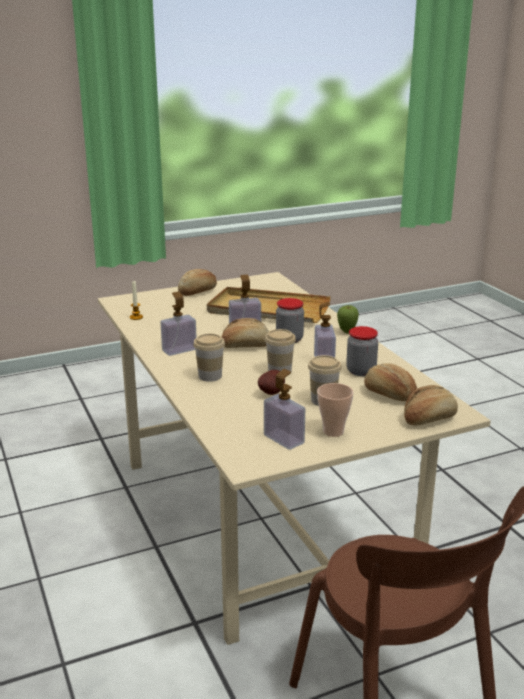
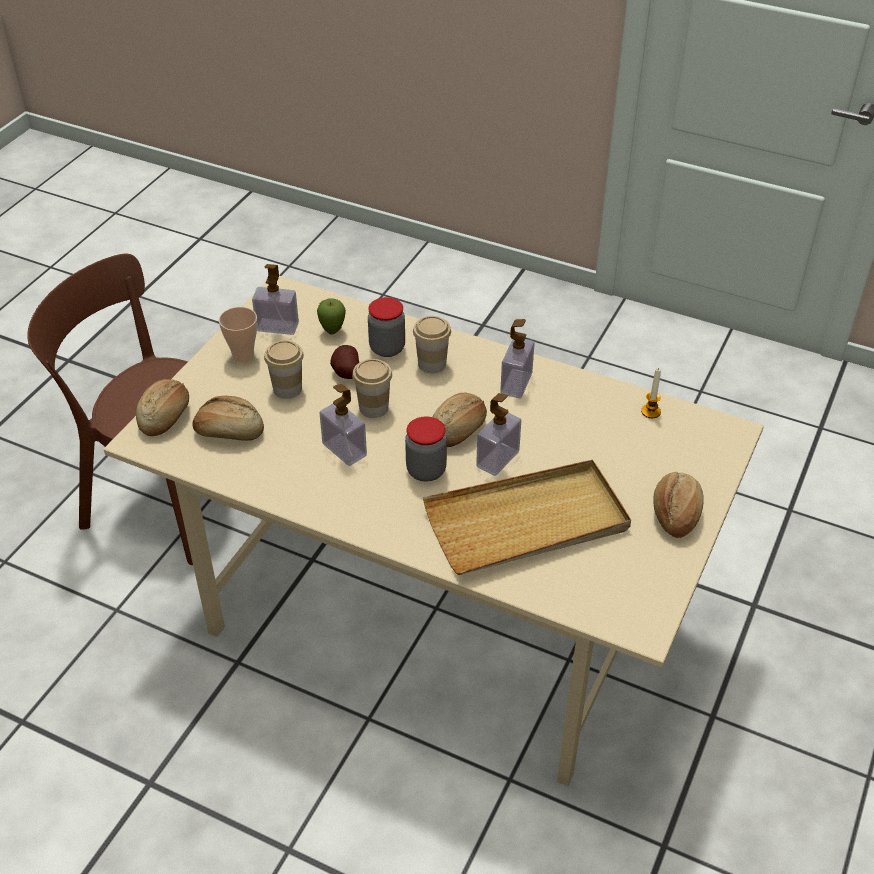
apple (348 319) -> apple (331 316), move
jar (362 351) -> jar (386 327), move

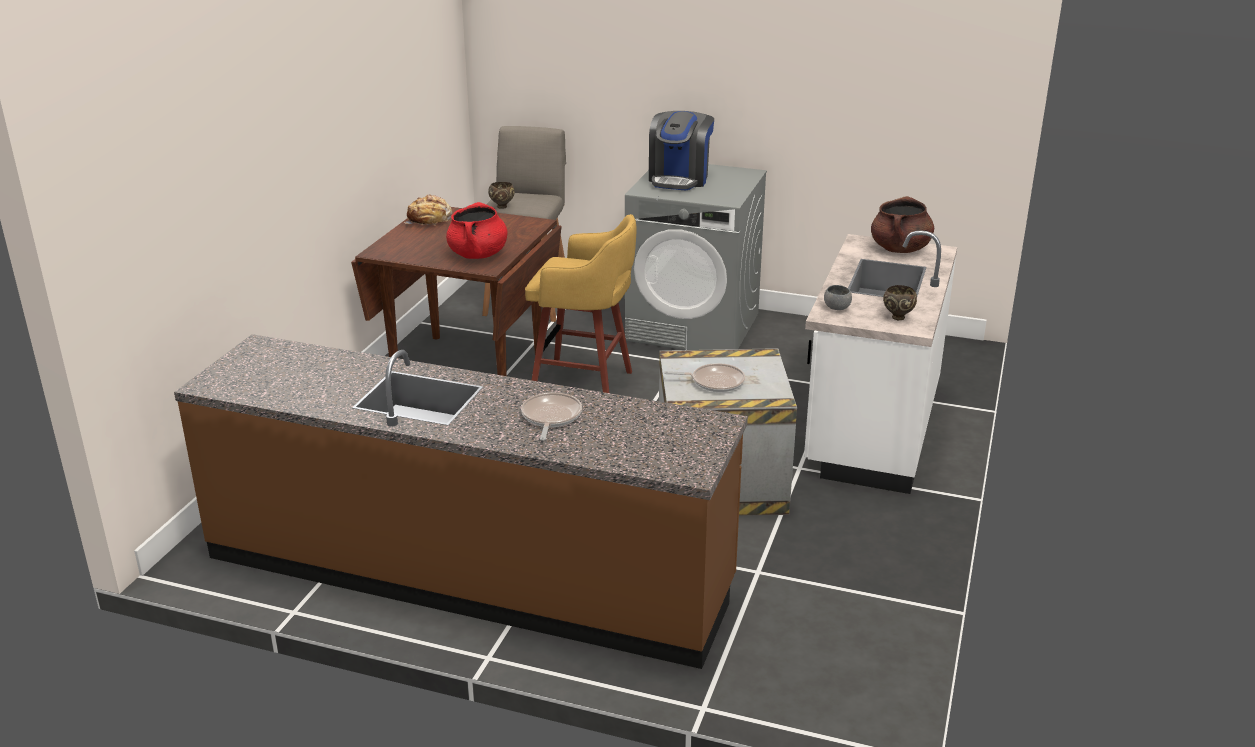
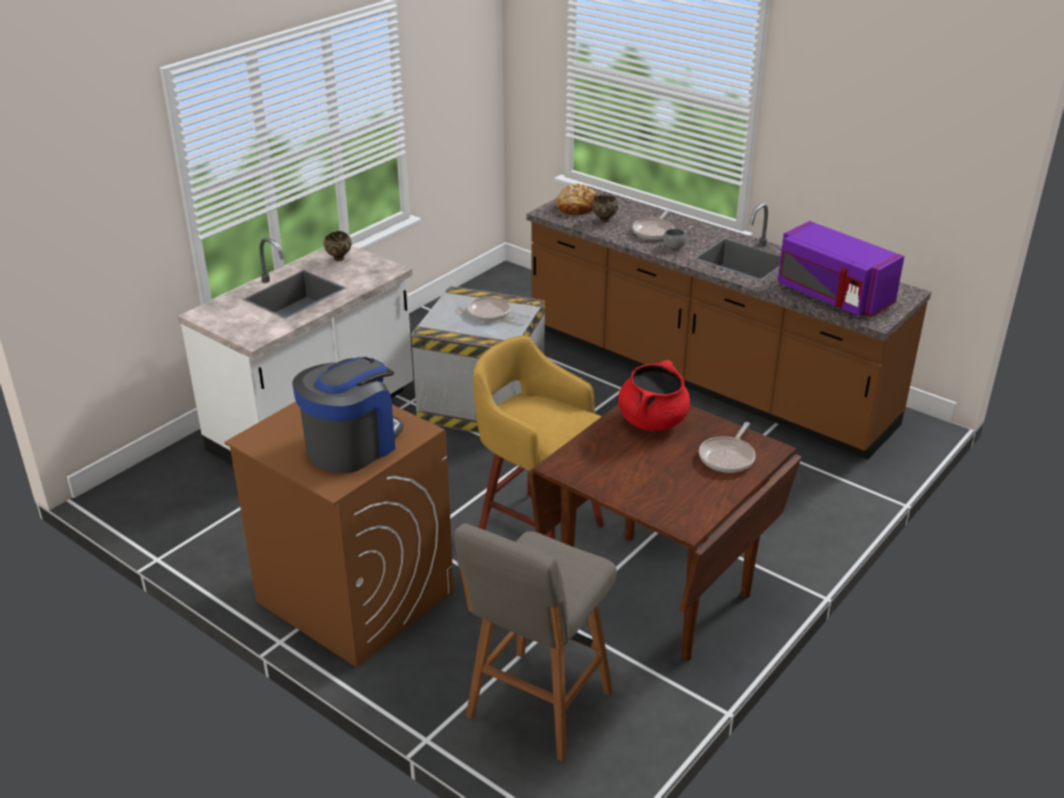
washing machine (grey) (696 257) -> washing machine (brown) (339 534)
bowl (brown) (501 195) -> bowl (brown) (605 209), move
bread (428 210) -> bread (576 199), move
cooking pot (brown) (902 224) -> none
bowl (grey) (838 297) -> bowl (grey) (674 239), move
none -> microwave (purple) (841 269)
none -> frying pan (727 447)

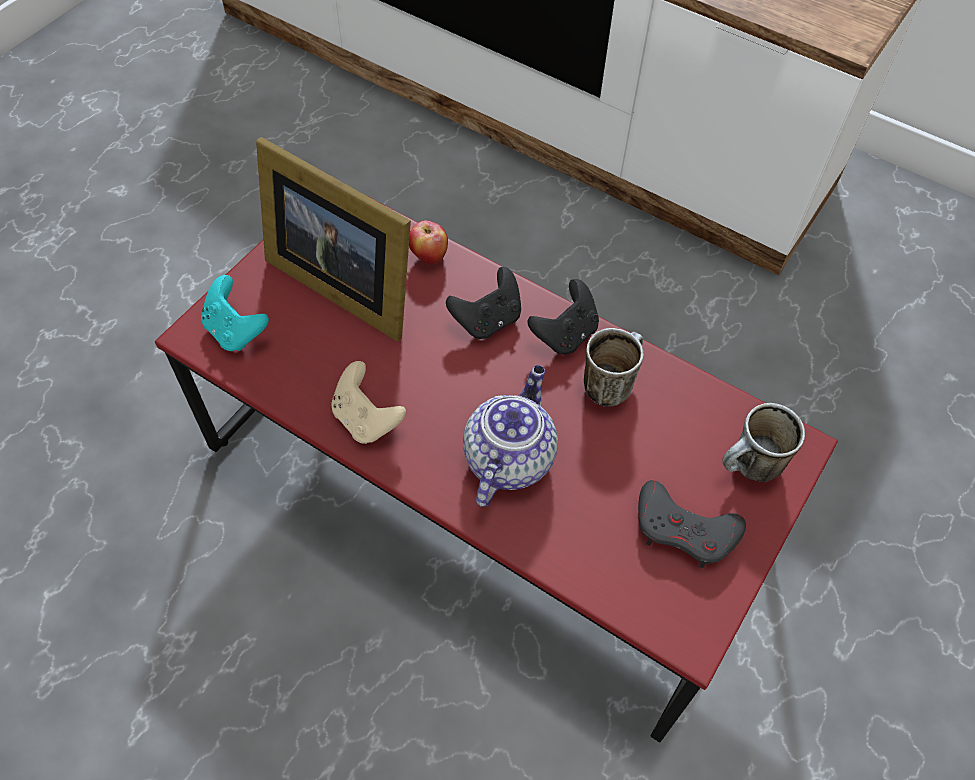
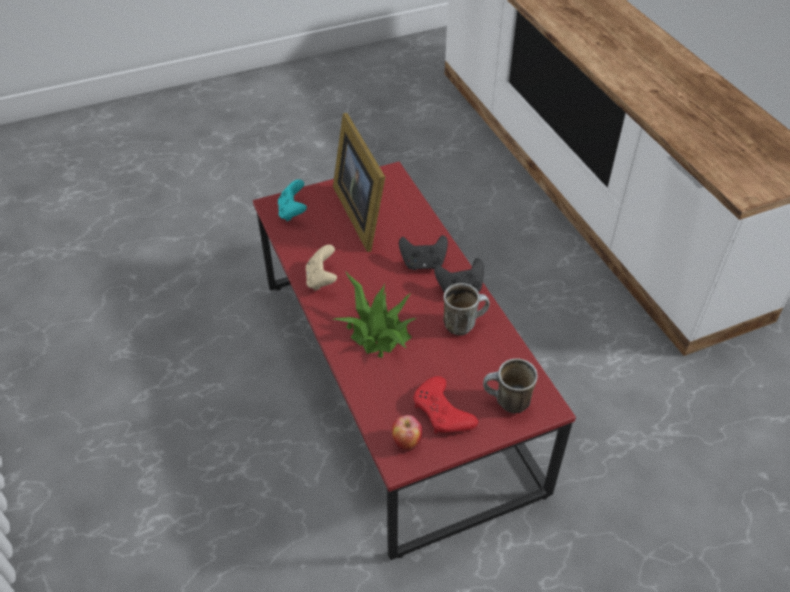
apple (428 242) -> apple (407 432), move
teapot (510 436) -> potted plant (374 315)
game controller (grey) (692 524) -> game controller (red) (446 405)

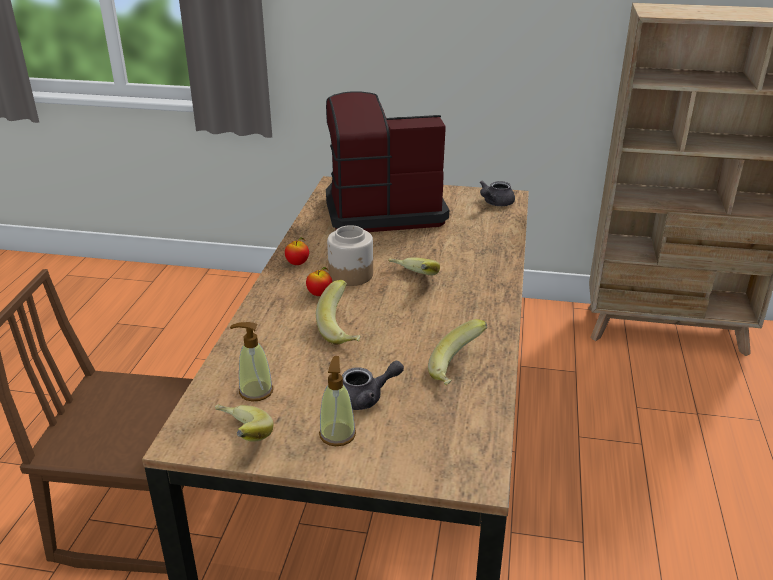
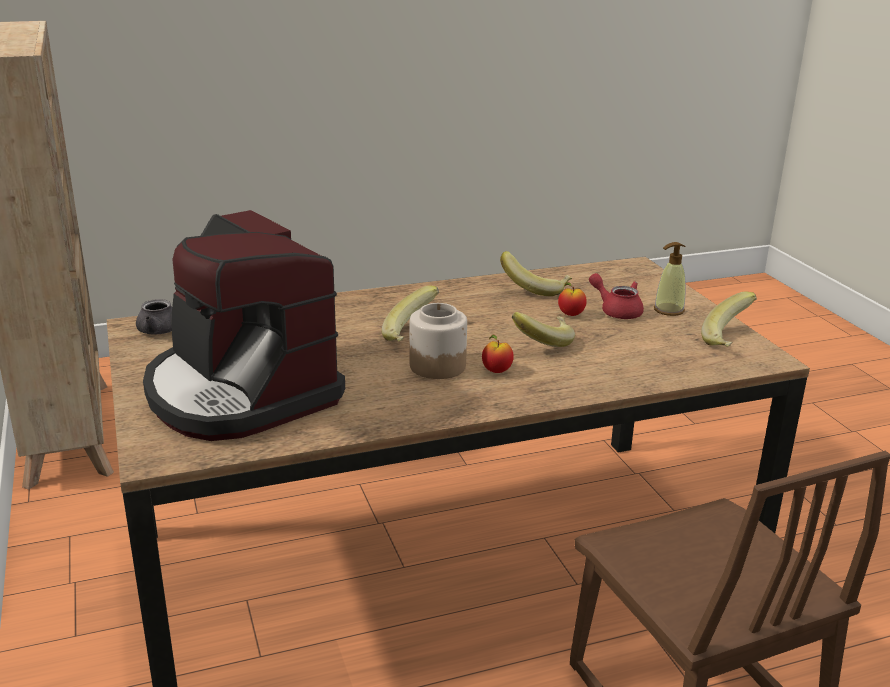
apple (297 251) -> apple (572 299), move
soap dispenser (251 361) -> none
teapot (grey) (373 385) -> teapot (red) (616 296)

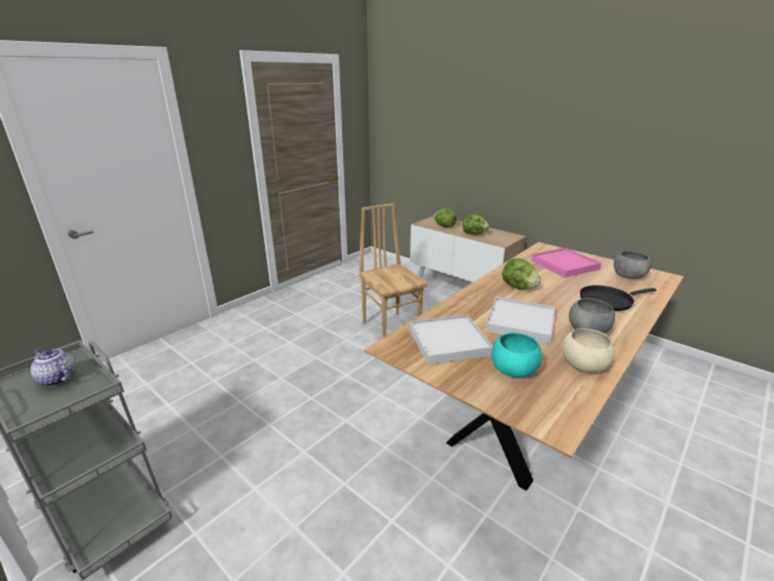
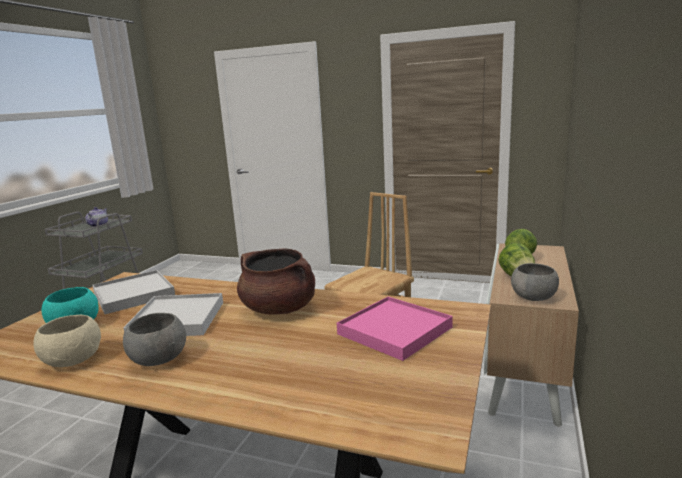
bowl (grey) (632 265) -> bowl (grey) (535 282), move
lettuce (521 274) -> cooking pot (brown) (276 281)
frying pan (black) (618 298) -> none

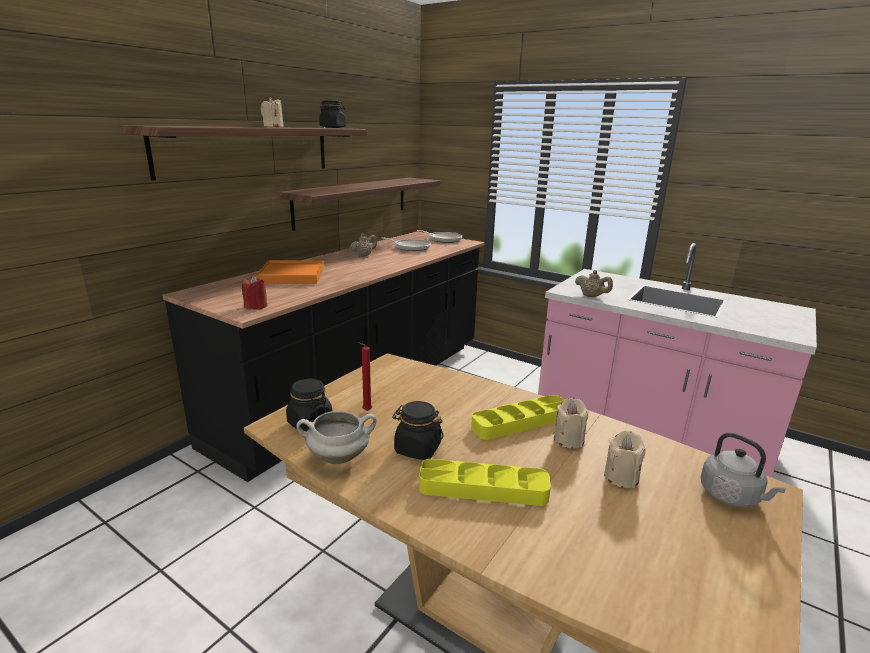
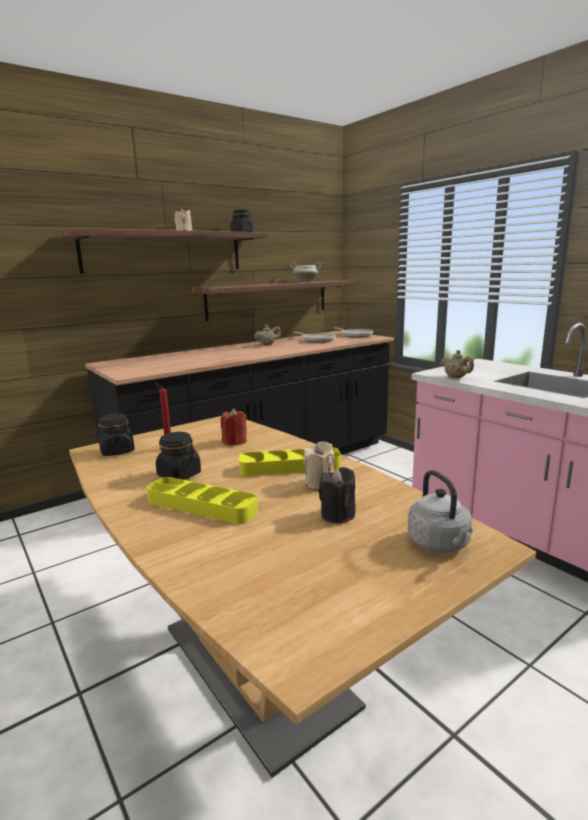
tray (orange) (290 272) -> none
candle (red) (254 293) -> candle (red) (234 426), move
cooking pot (white) (336 437) -> cooking pot (white) (305 272), move
candle (beige) (625 459) -> candle (black) (337 495)

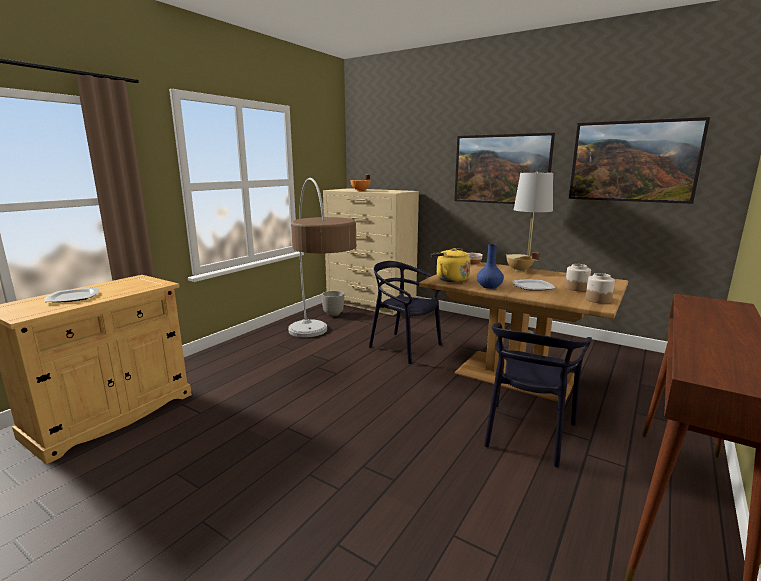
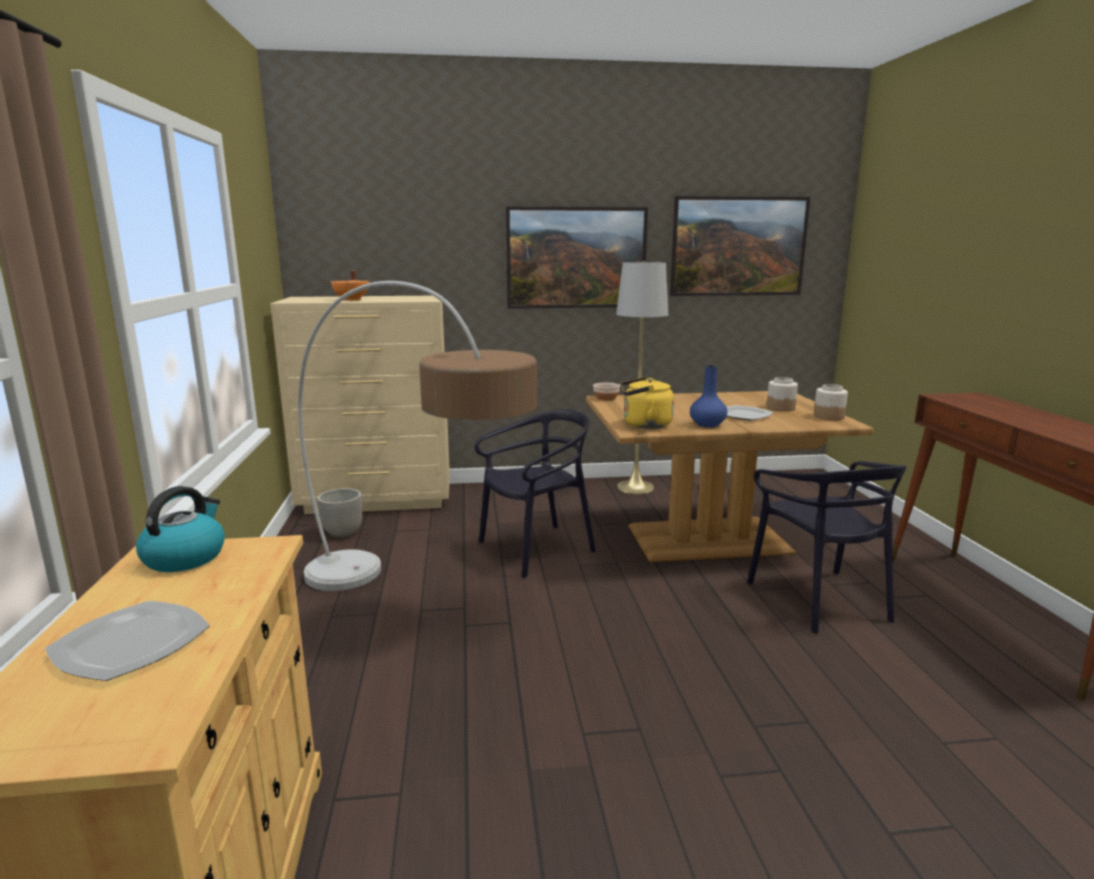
cooking pot (beige) (522 262) -> none
chair (black) (405 312) -> chair (black) (535 493), 150 degrees clockwise
none -> kettle (180 529)

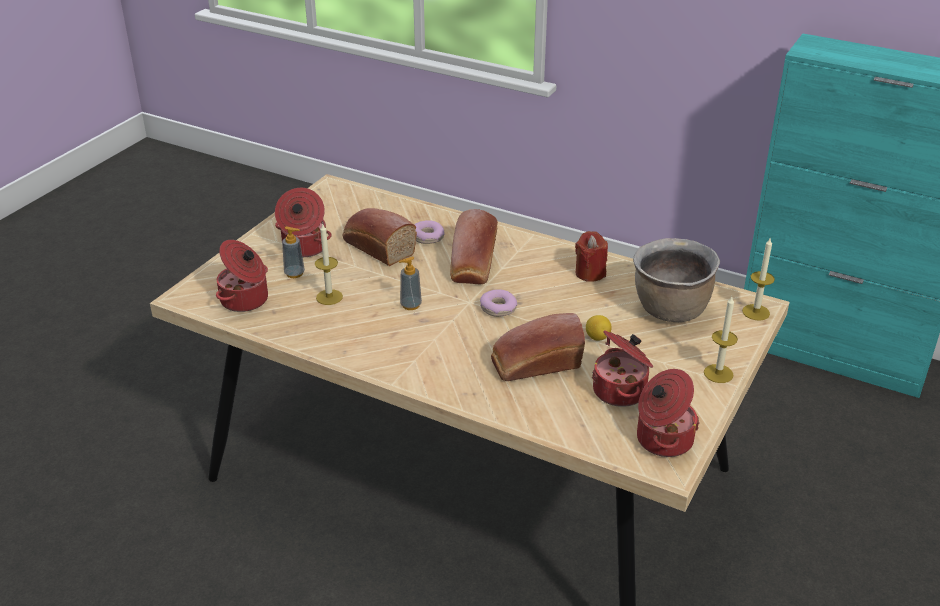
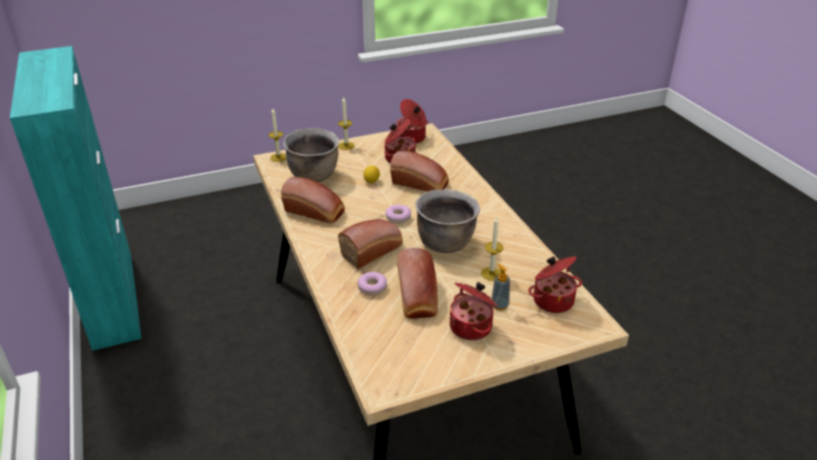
candle (red) (591 256) -> bread (313 200)
soap dispenser (410 283) -> cooking pot (brown) (447 221)

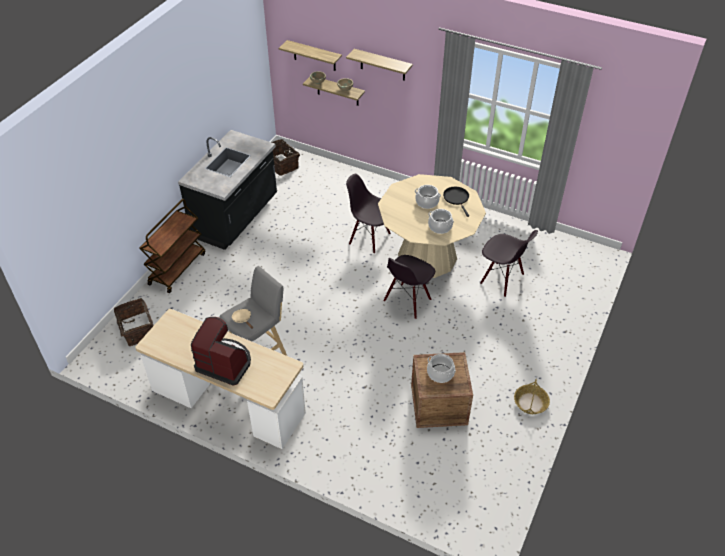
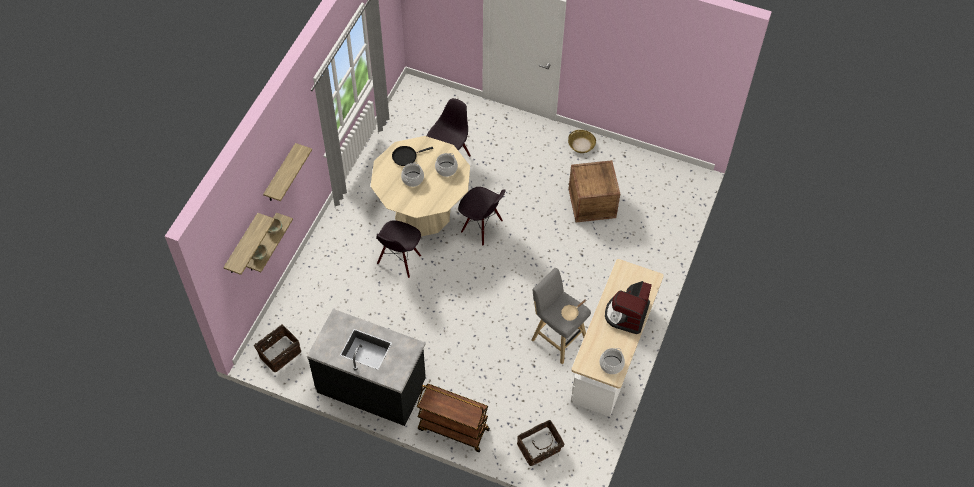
cooking pot (441 368) -> cooking pot (612 361), move

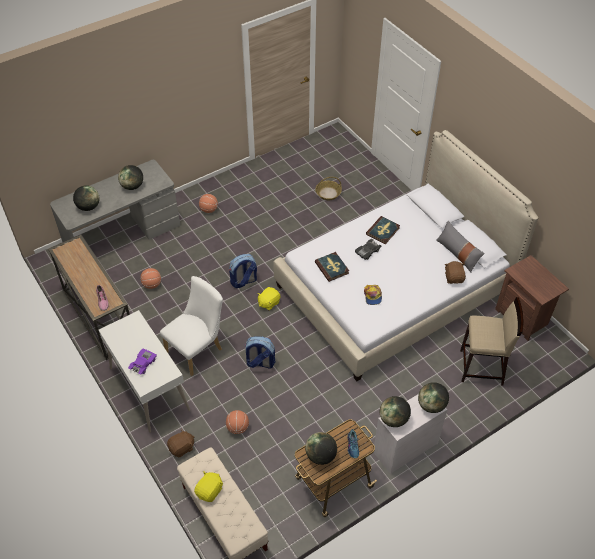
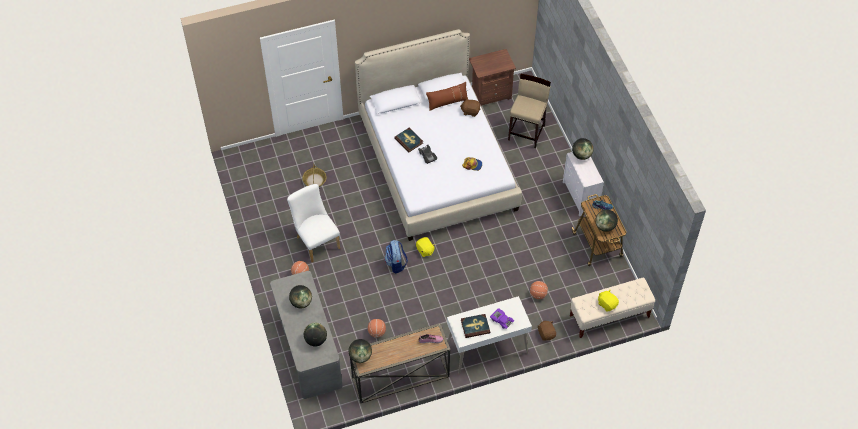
pillow (grey) (460 246) -> pillow (brown) (447 96)
book (332 267) -> book (475 326), move
chair (white) (191 326) -> chair (white) (313 223), move
backpack (259 352) -> none
globe (395 411) -> globe (360 351), move

